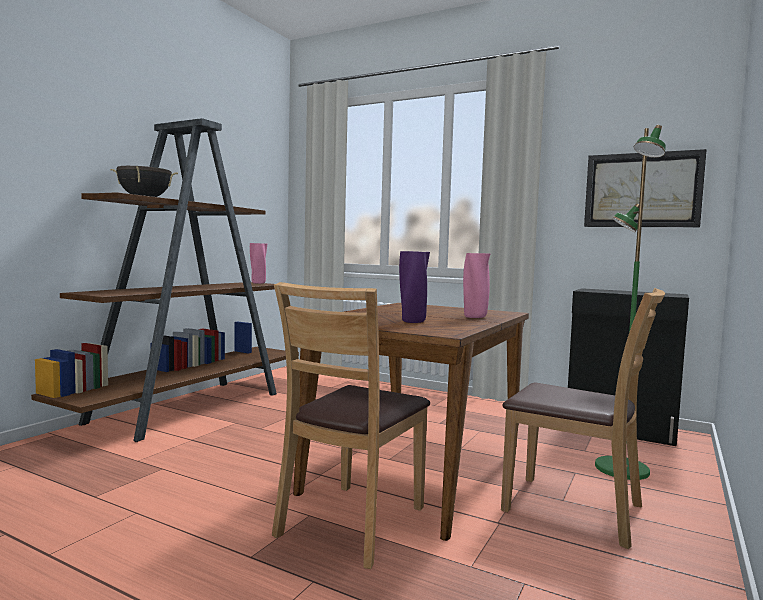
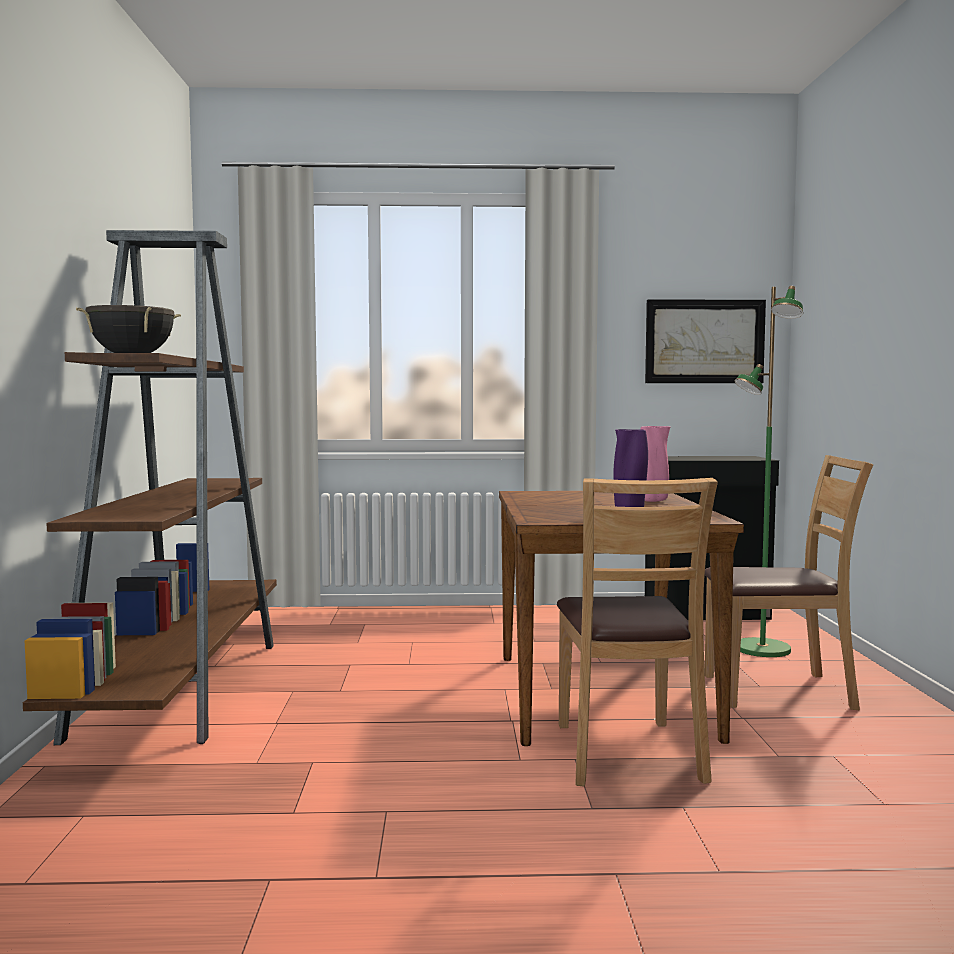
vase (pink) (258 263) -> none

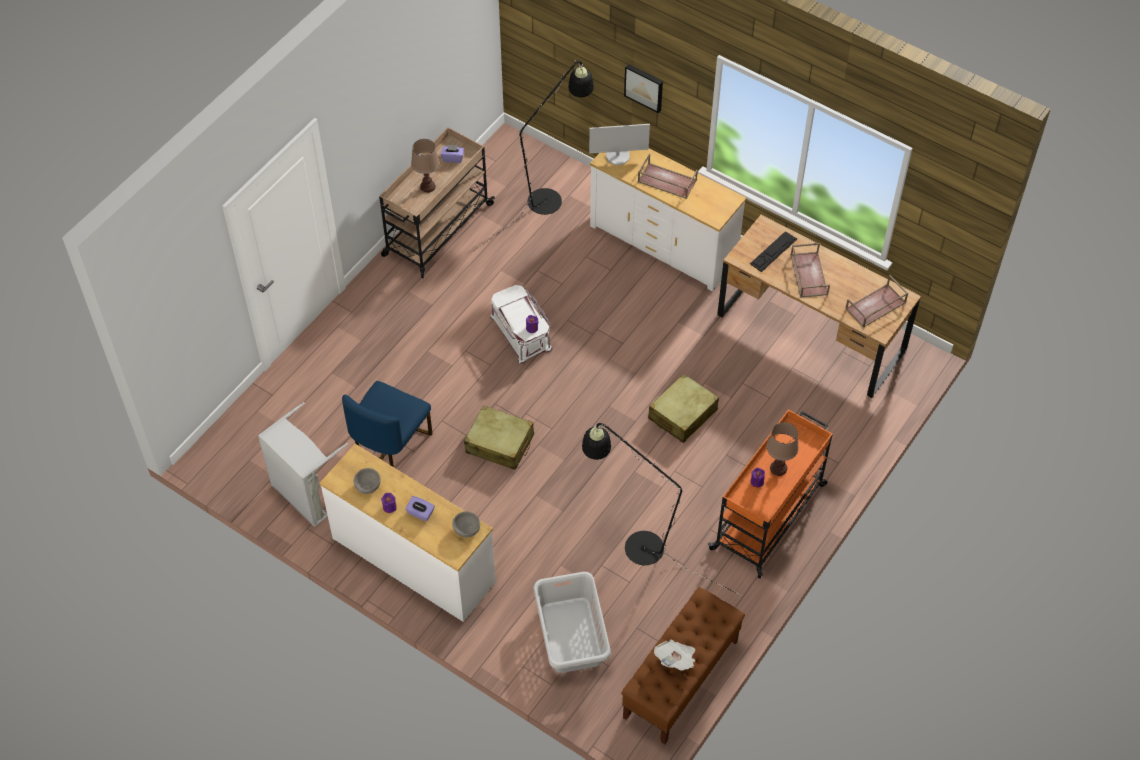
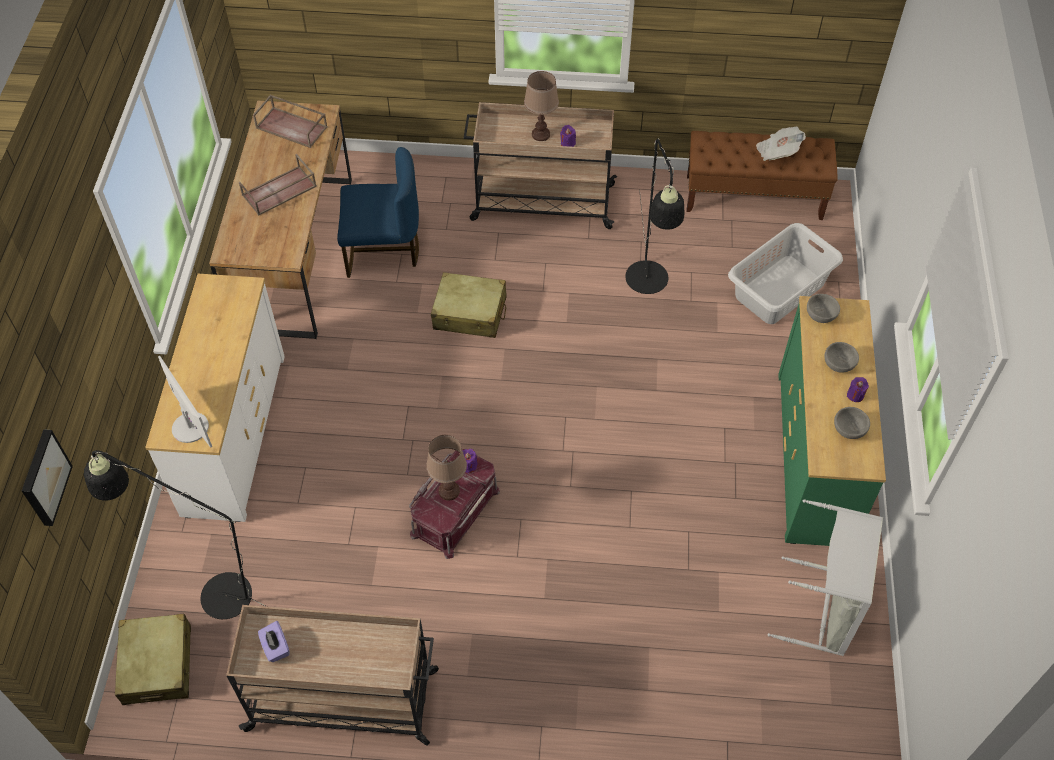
picture (643 88) -> picture (47 477), move
table lamp (brown) (425 166) -> table lamp (brown) (446 468), move
tray (brown) (668 176) -> none
keyboard (773 251) -> none
storage box (white) (521 324) -> storage box (red) (454 504)
chair (blue) (387 424) -> chair (blue) (378 212), move
suitcase (beige) (499 437) -> suitcase (beige) (153 659), move
cart (orange) (770 493) -> cart (beige) (540 165)
dresser (white) (407 533) -> dresser (green) (832 421)
tissue box (purple) (420 508) -> bowl (grey) (842 357)

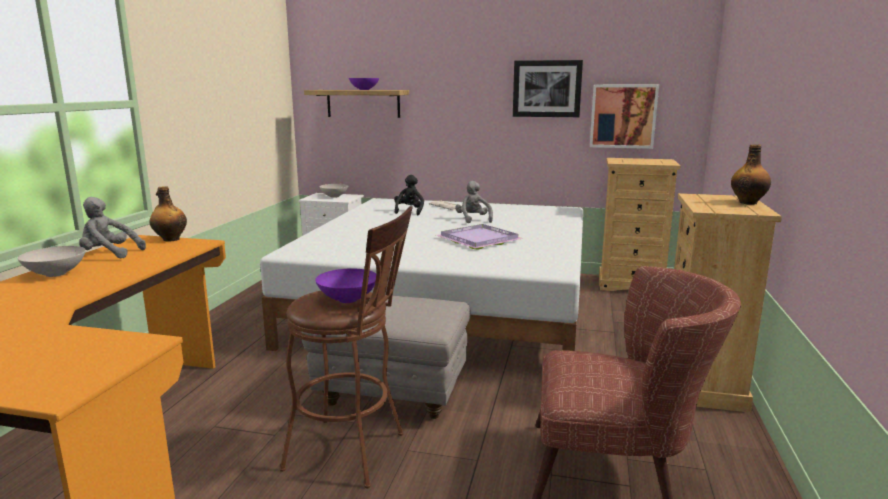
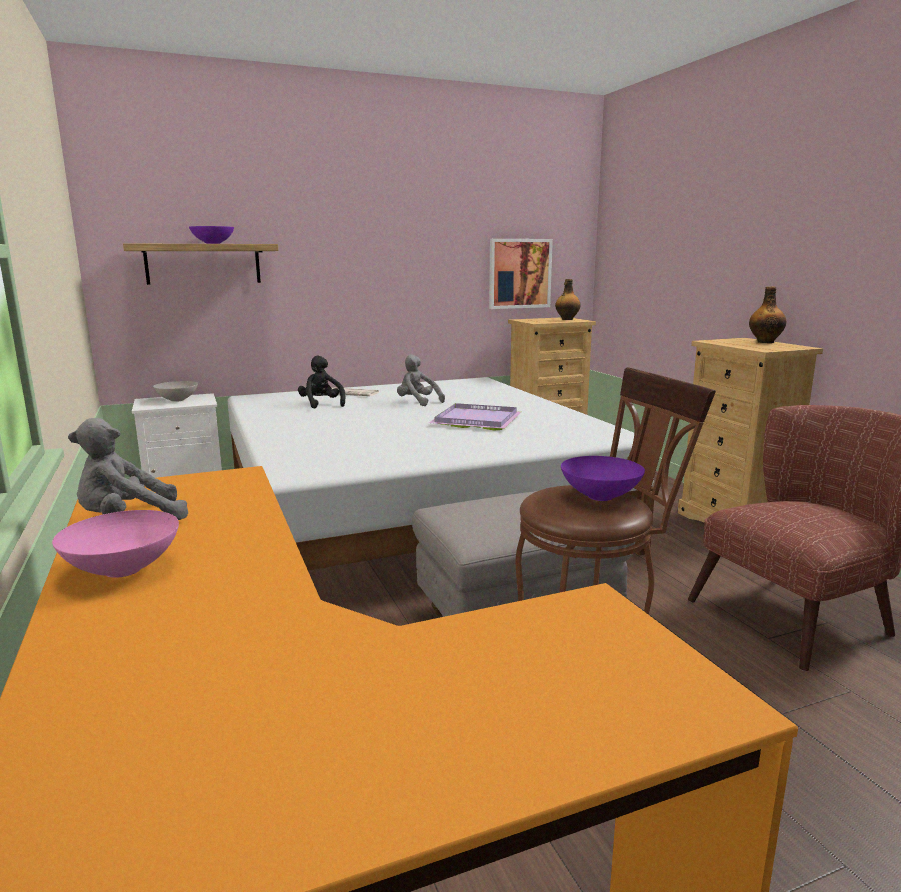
picture (548 88) -> none
bottle (168 214) -> bottle (568 299), move
bowl (white) (51 261) -> bowl (pink) (115 544)

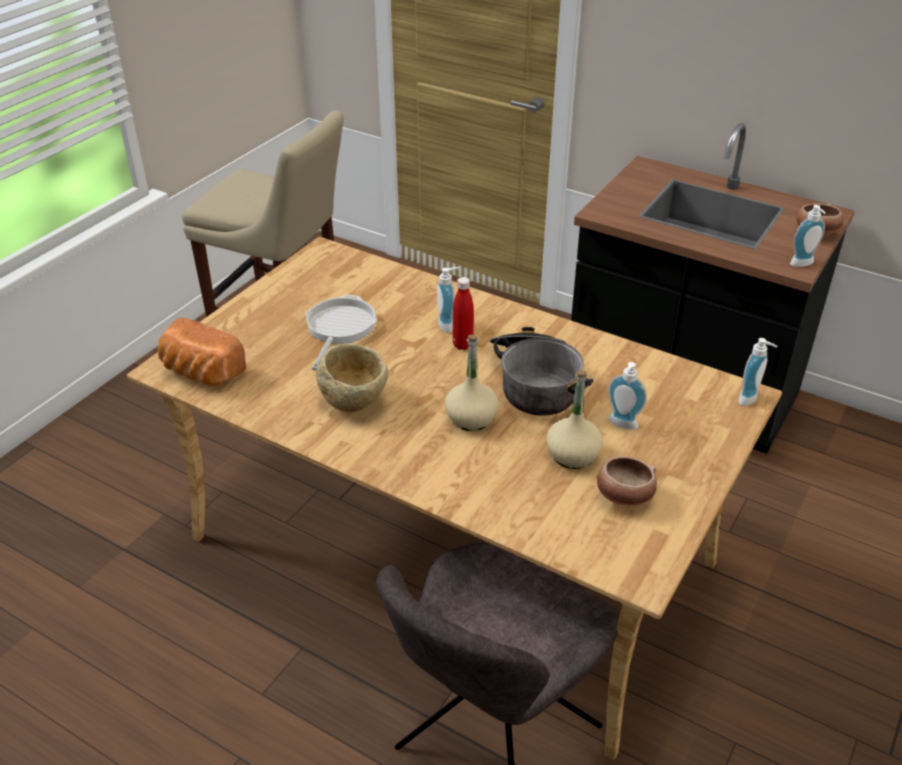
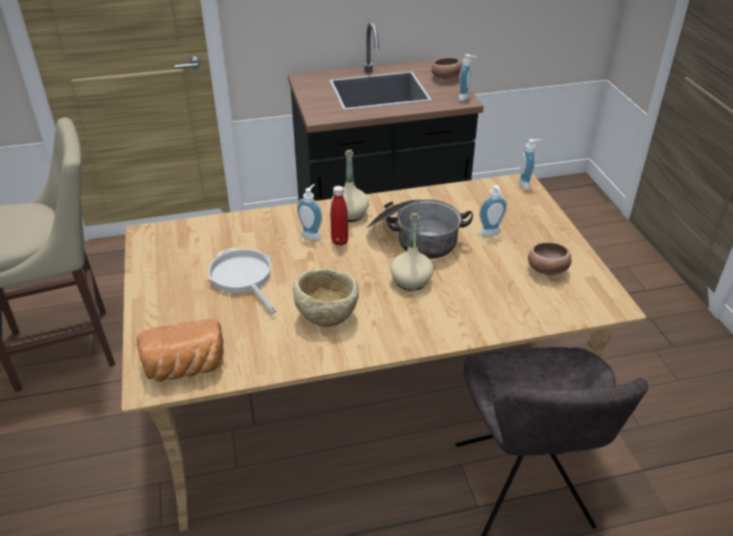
bottle (beige) (574 419) -> bottle (beige) (350 186), move

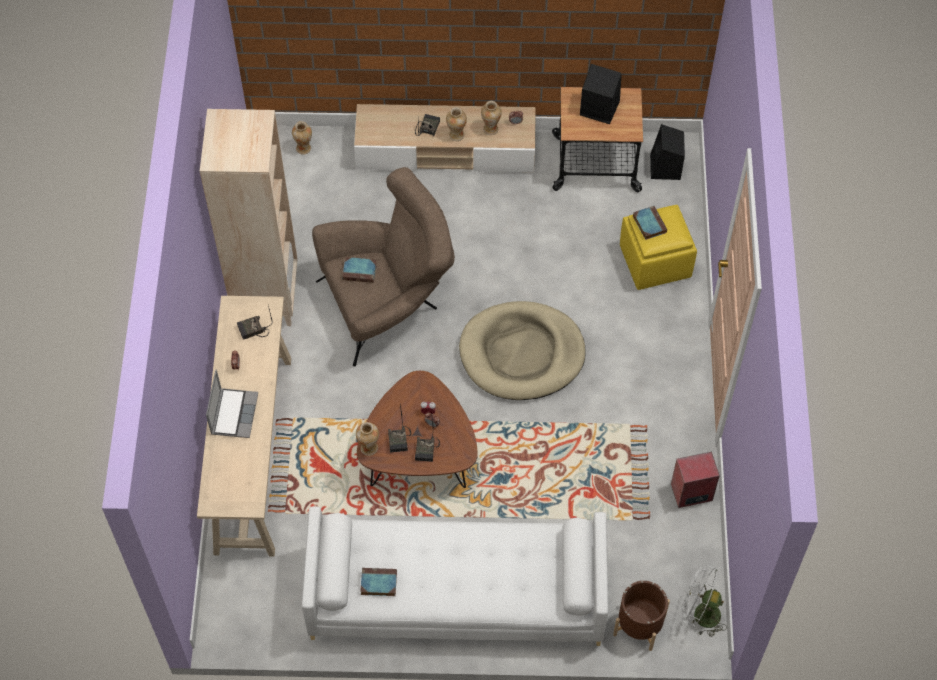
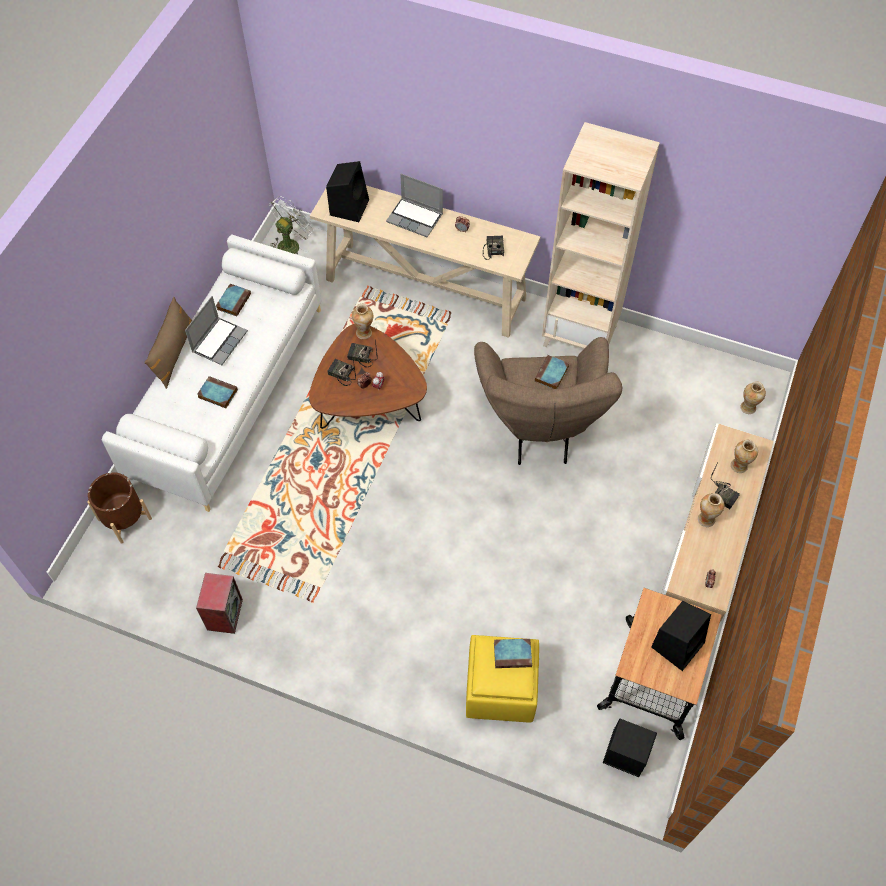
vase (491 118) -> vase (744 456), move
dog bed (beige) (522 350) -> none
fan (white) (704 600) -> fan (white) (291 225), move
none -> speaker (black) (347 191)
none -> laptop (216 330)
none -> pillow (brown) (168 343)
none -> book (217 392)

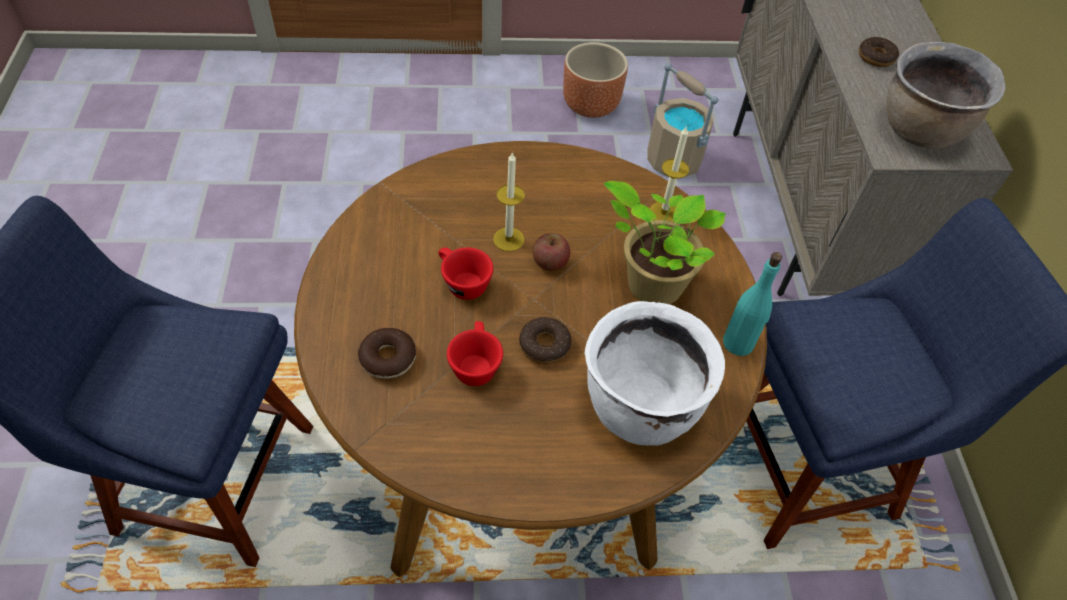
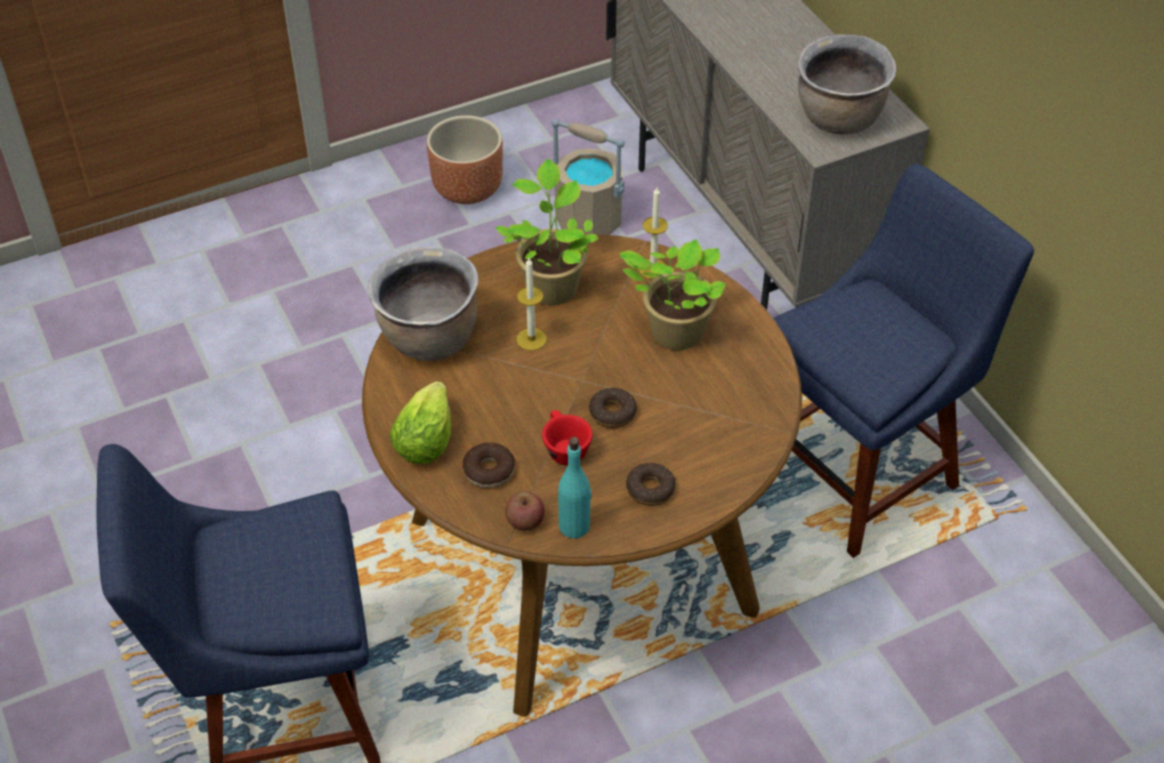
donut (879 52) -> donut (651 484), move
apple (551 252) -> apple (525 511), move
cup (red) (466 273) -> none
bottle (turquoise) (752 304) -> bottle (turquoise) (574 488), move
cooking pot (white) (655 373) -> none
none -> potted plant (546 232)
none -> cooking pot (brown) (423 304)
none -> lettuce (420 422)

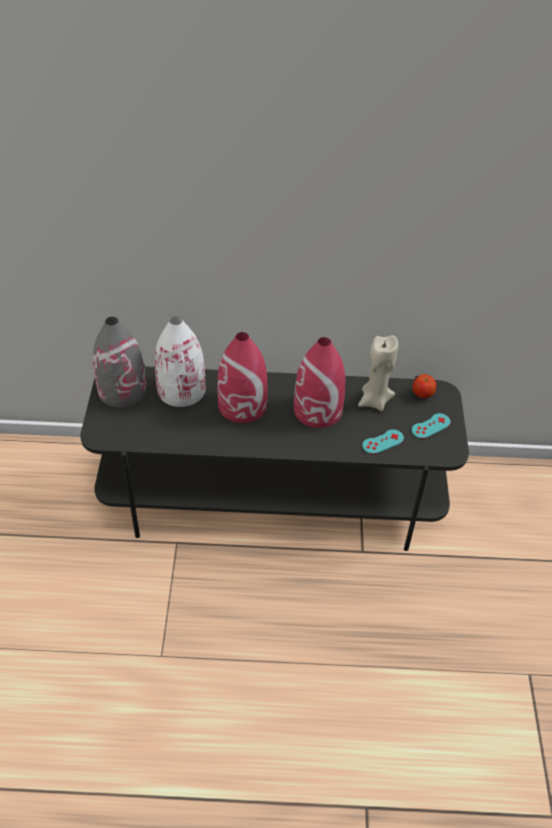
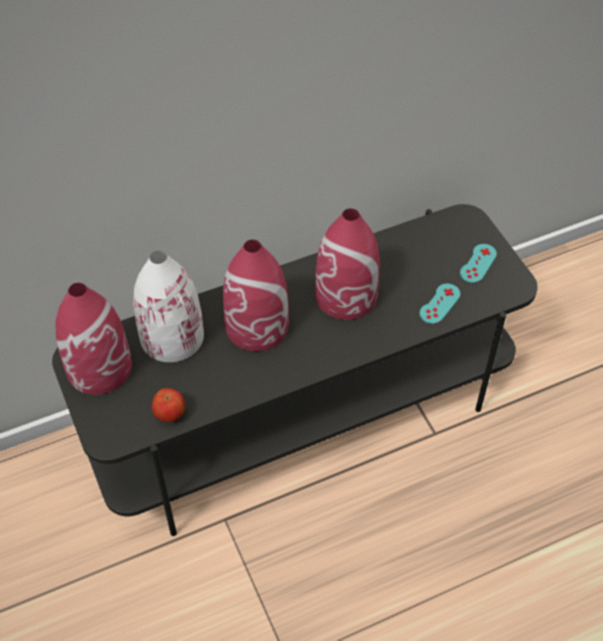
vase (grey) (120 362) -> vase (red) (93 339)
candle (beige) (378 373) -> none
apple (424 386) -> apple (168 405), move

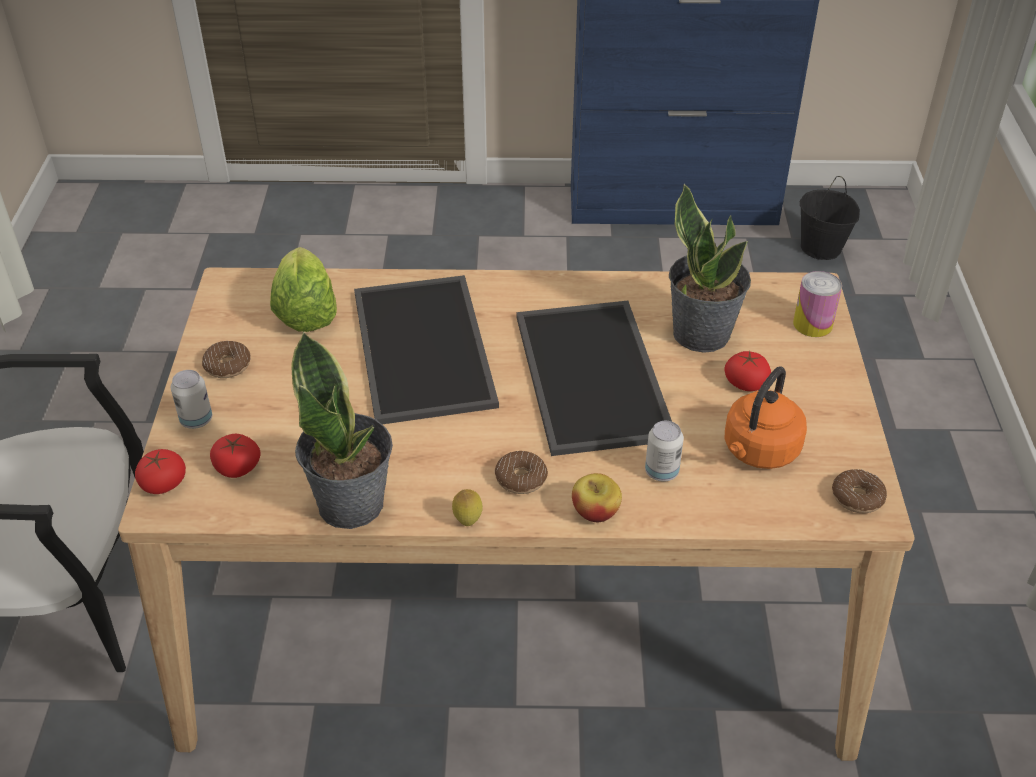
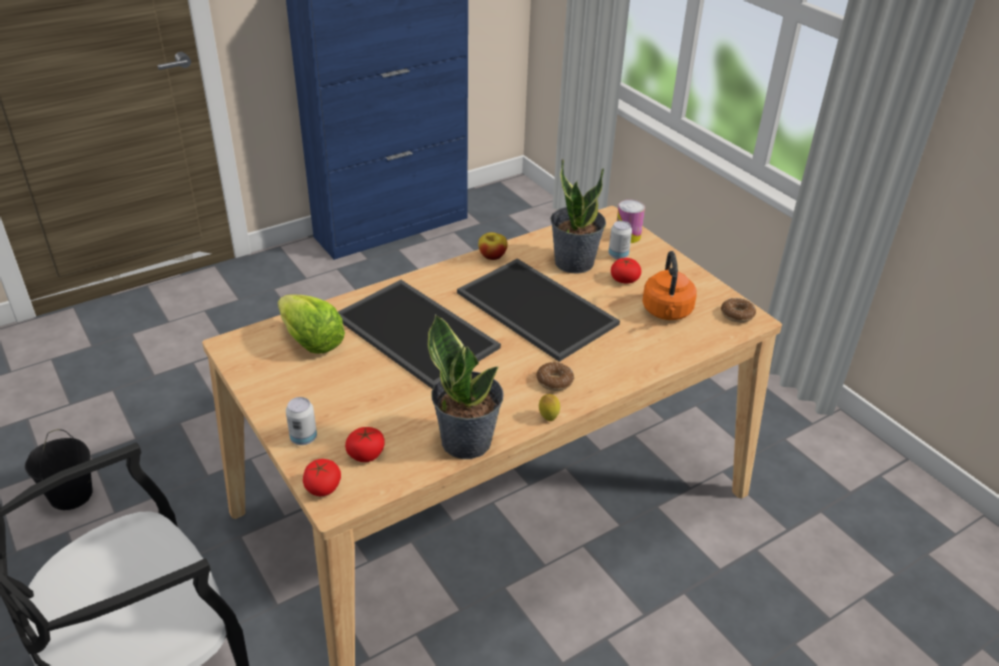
bucket (black) (830 218) -> bucket (black) (58 469), move
donut (226 359) -> none
can (664 451) -> can (620 240), move
apple (597 497) -> apple (493 246), move

